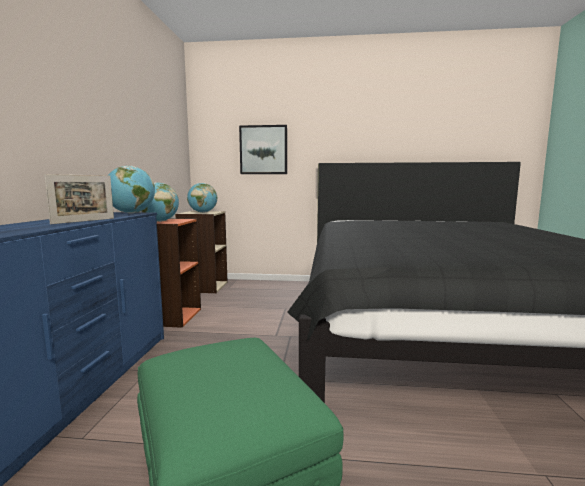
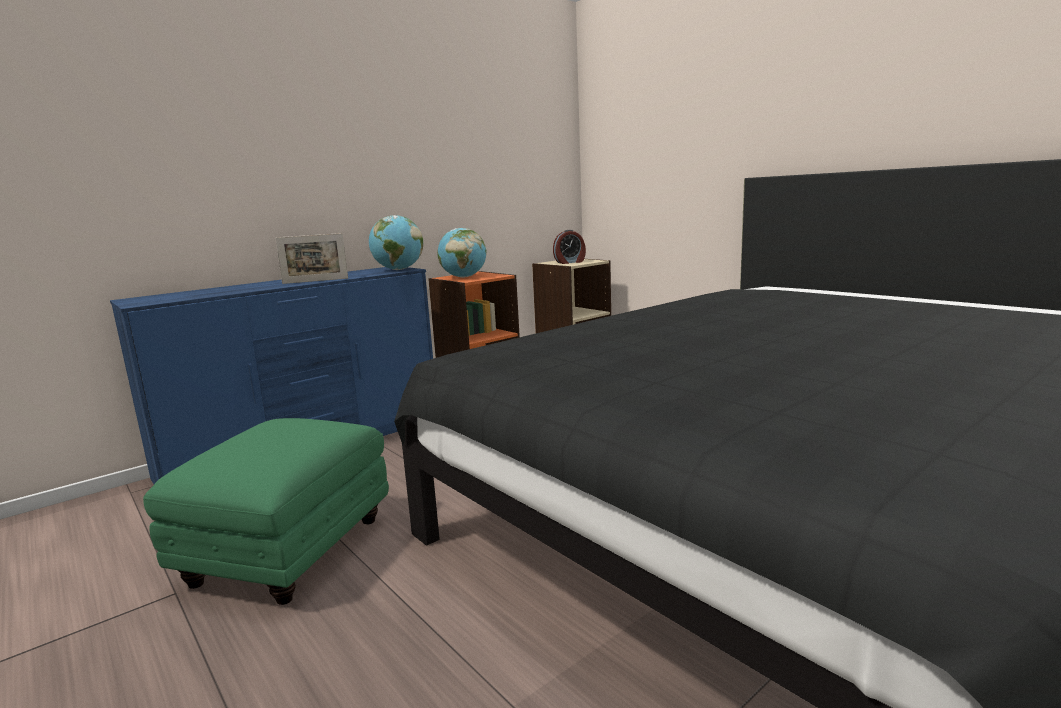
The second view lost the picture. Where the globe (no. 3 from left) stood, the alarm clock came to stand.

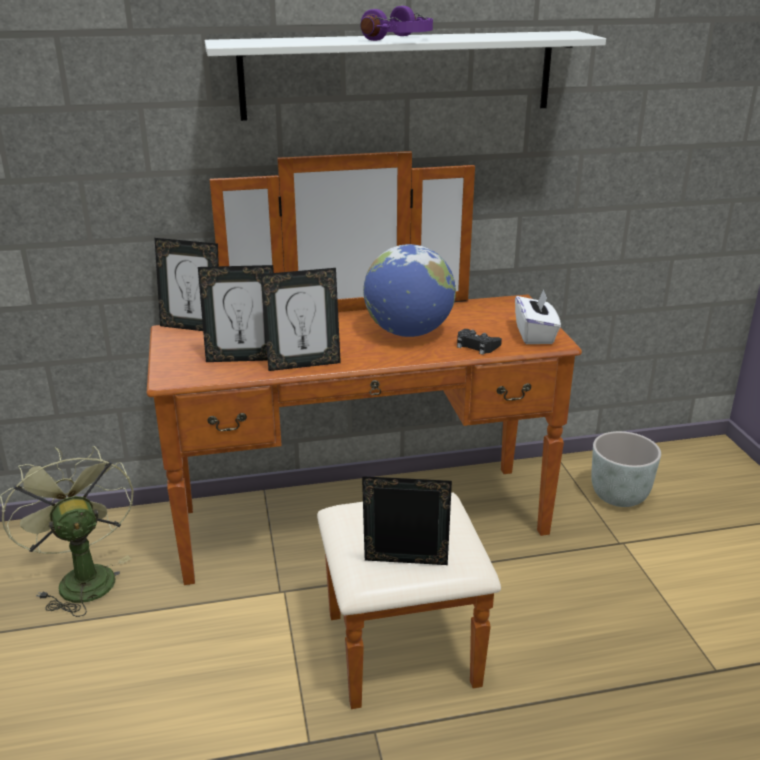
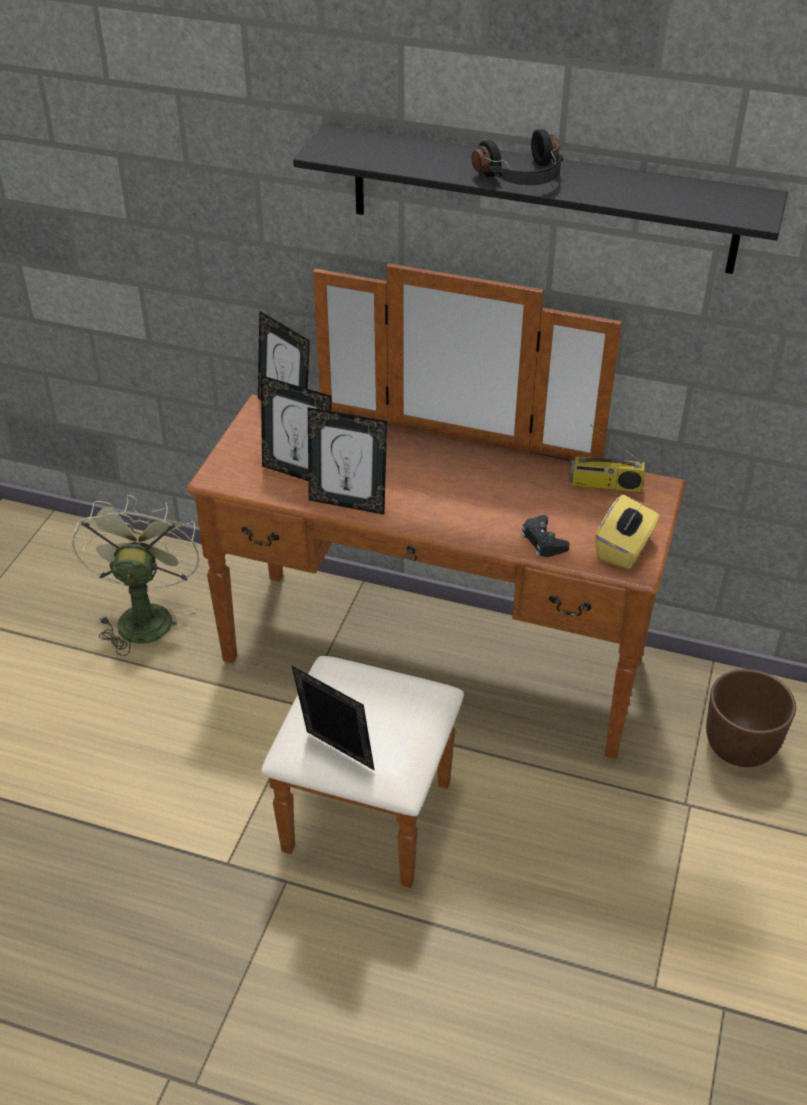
What was the purple headphones turned into the black headphones. What was the white shelf turned into the black shelf. The second view lost the globe. What was the white tissue box turned into the yellow tissue box. What was the grey planter turned into the brown planter. The second view gained the radio.

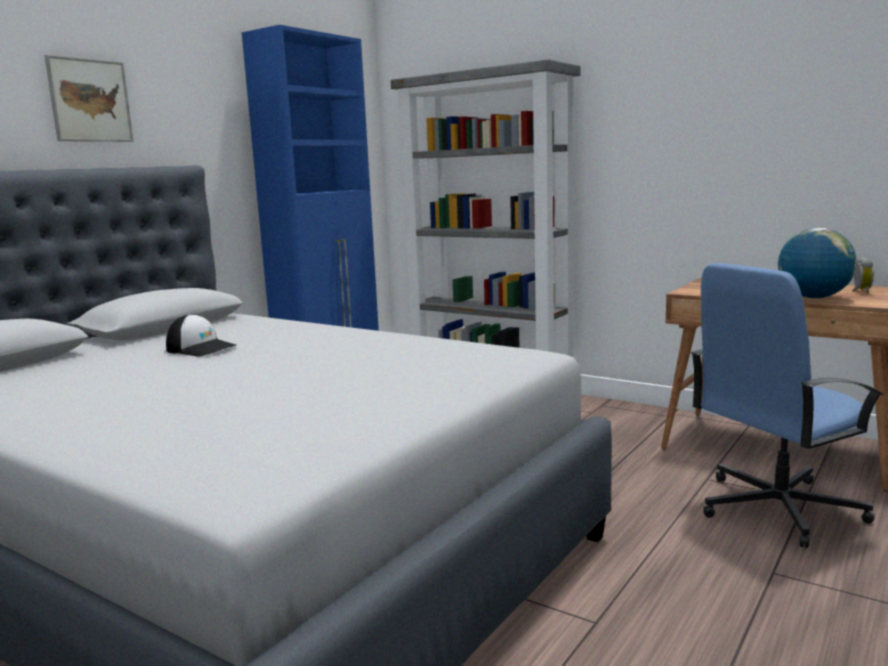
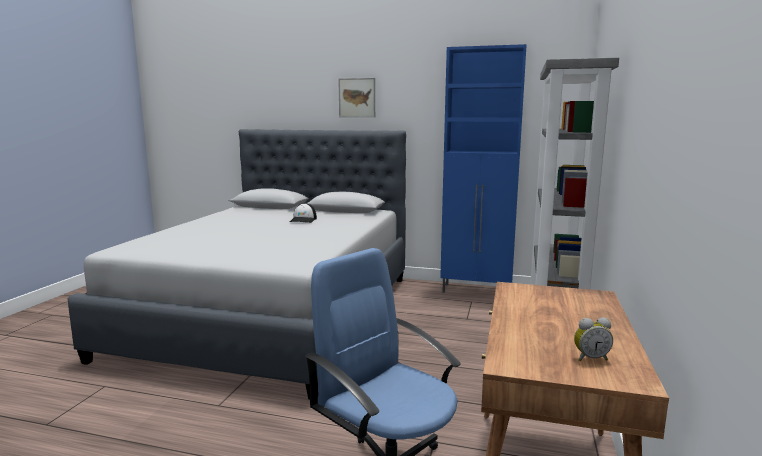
The second view lost the globe.

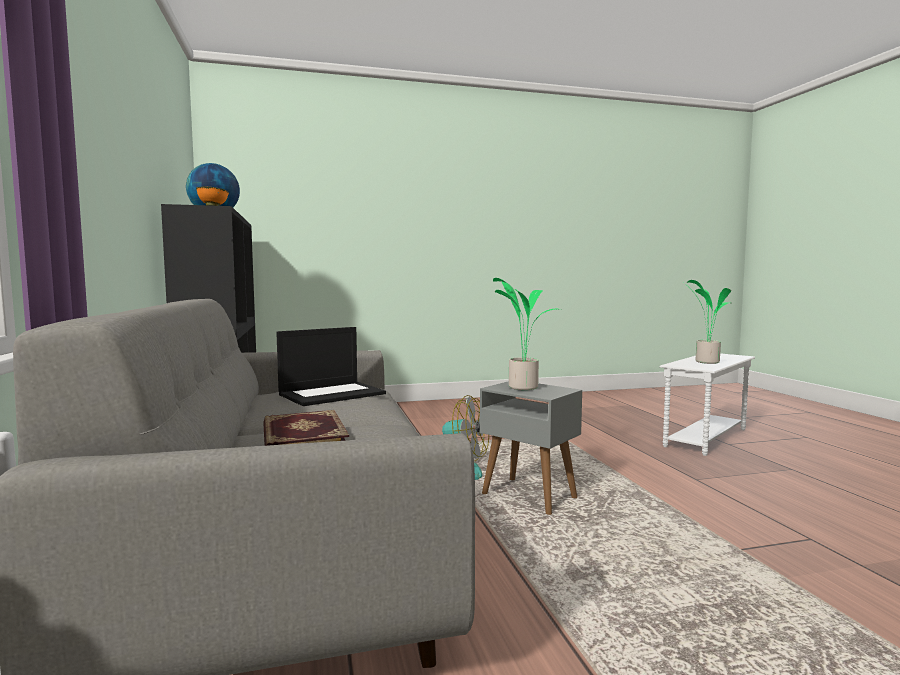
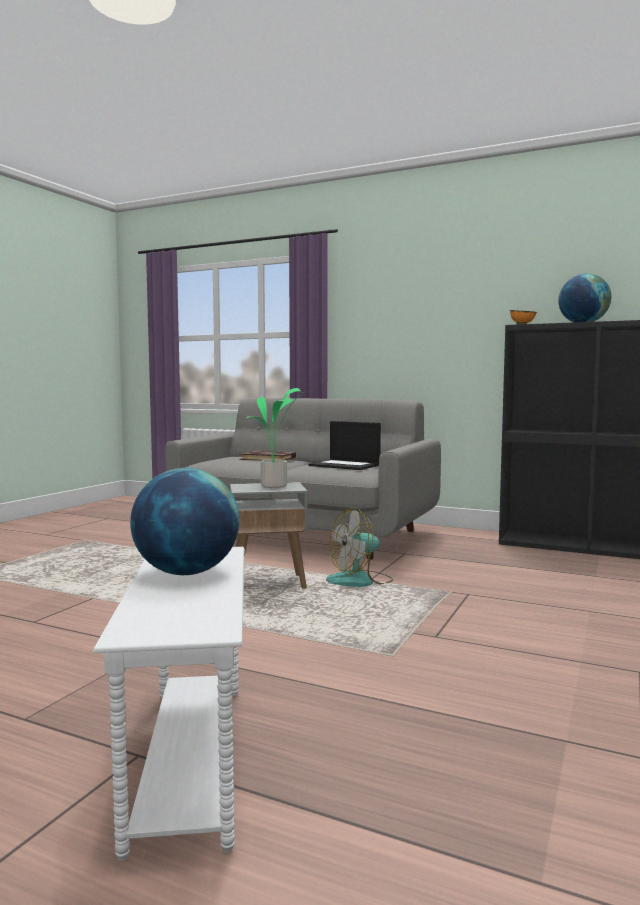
Where the potted plant (no. 2 from left) stood, the globe (no. 1 from left) came to stand. The laptop ended up facing another way, 60 degrees counterclockwise from before.

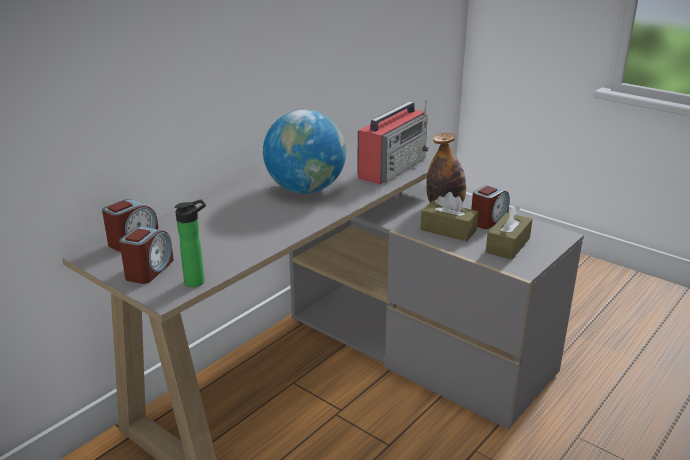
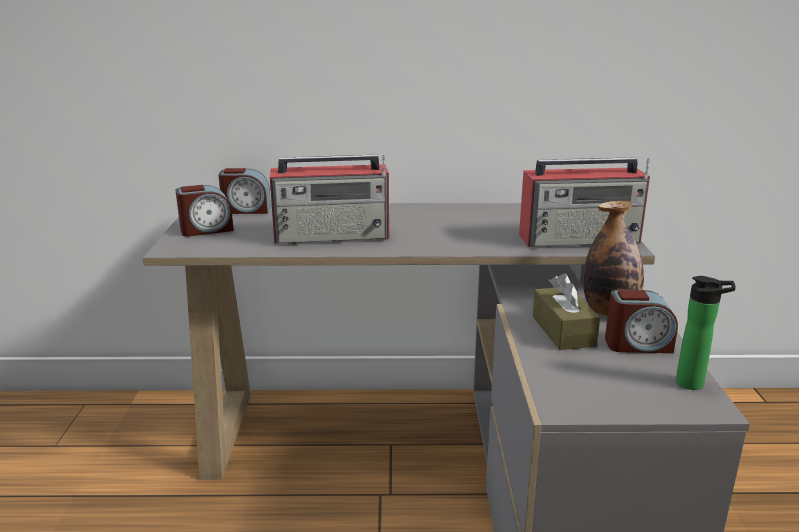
The second view lost the globe. The bottle (no. 1 from left in the first image) ended up elsewhere. The second view lost the brown tissue box (no. 2 from left). The second view gained the radio (no. 1 from left).

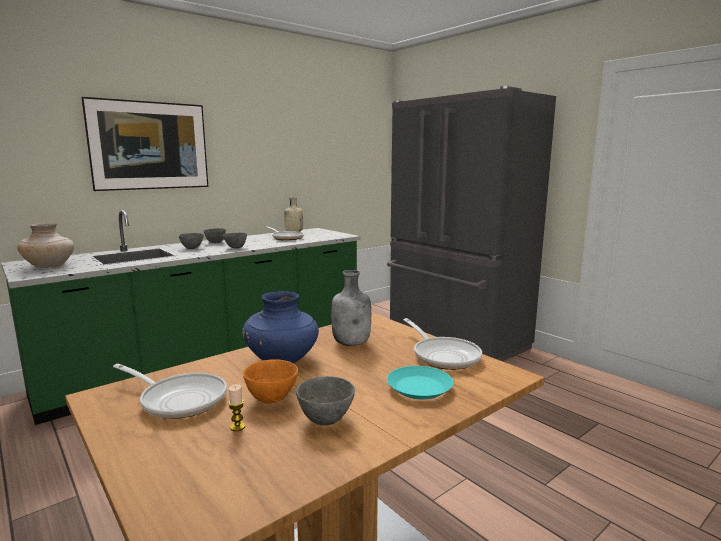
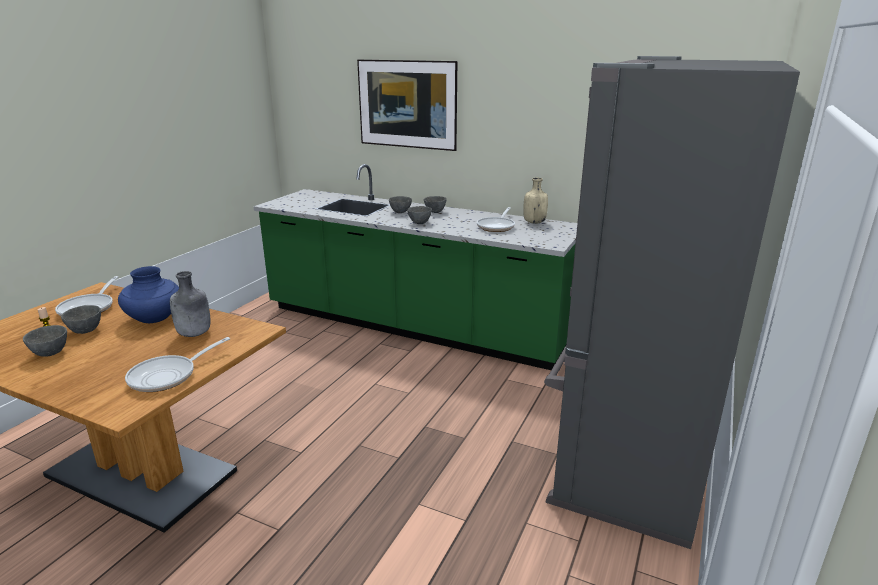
The second view lost the beige vase. What was the orange bowl turned into the grey bowl (no. 2 from left). The second view lost the turquoise plate.

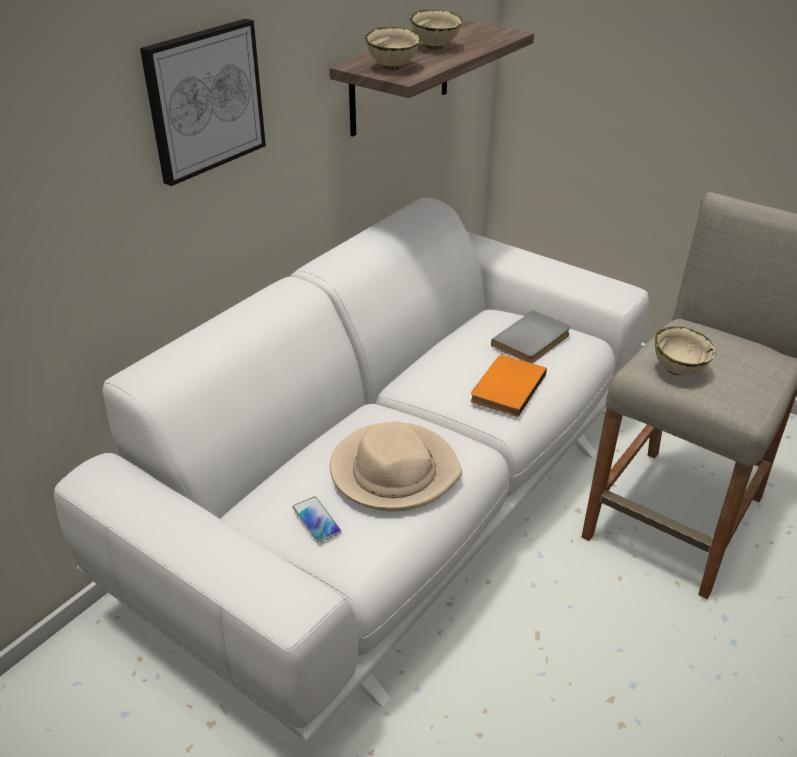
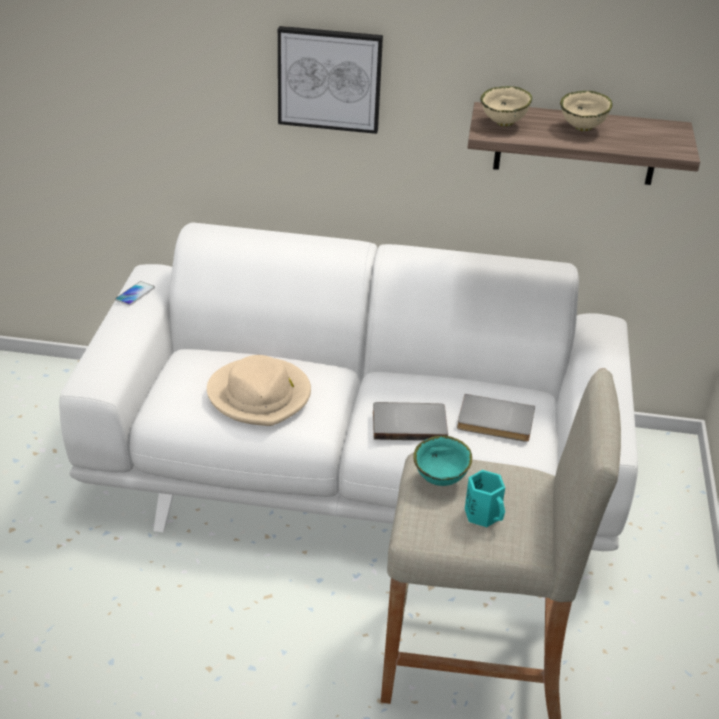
What was the beige bowl (no. 3 from left) turned into the turquoise bowl. What was the orange book turned into the grey book (no. 1 from left). The phone ended up elsewhere. The second view gained the turquoise mug.

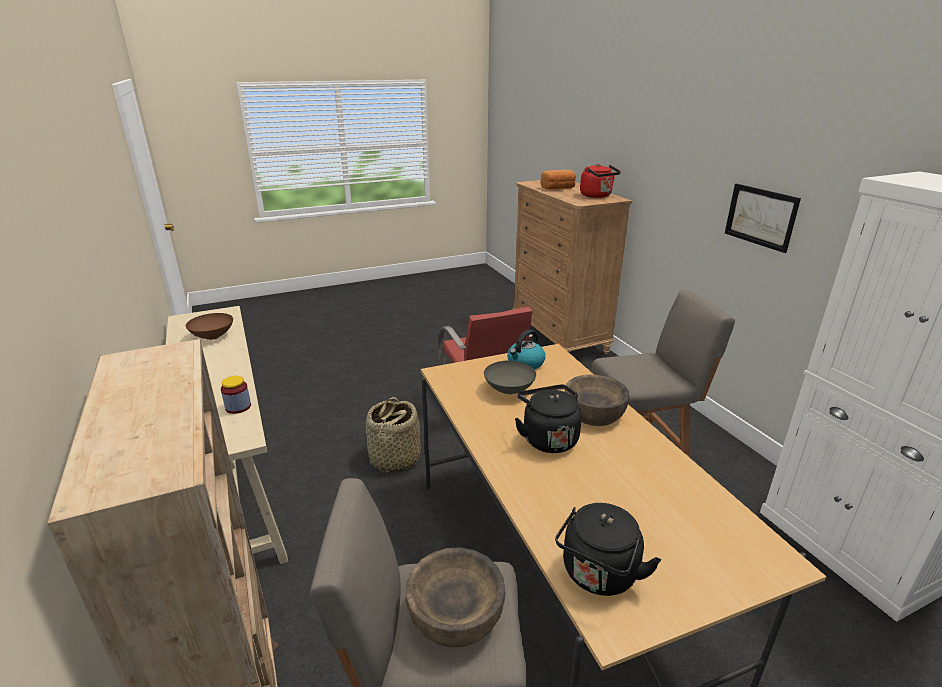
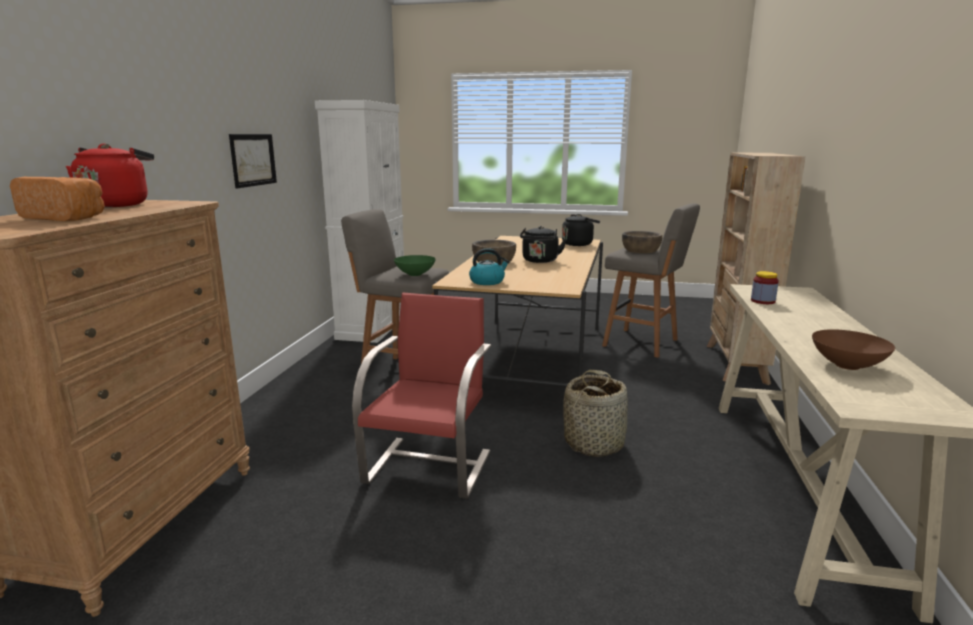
The second view lost the grey bowl. The second view gained the green bowl.

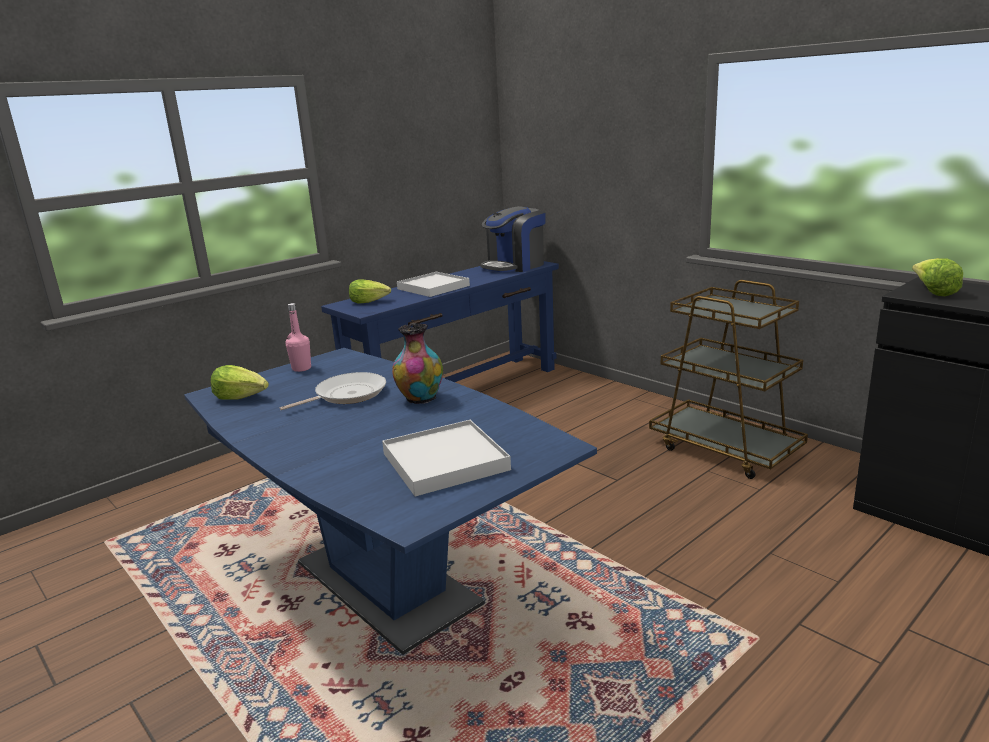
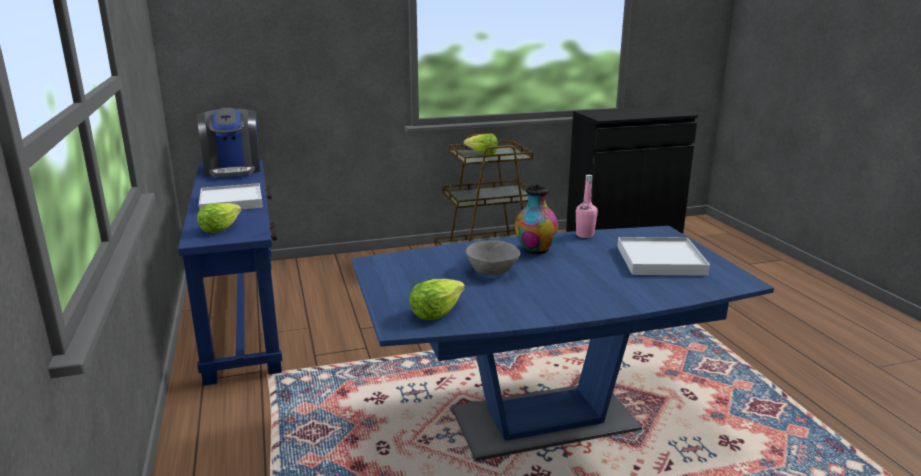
The lettuce (no. 3 from left) ended up elsewhere. The pink bottle ended up elsewhere. Where the frying pan stood, the grey bowl came to stand.

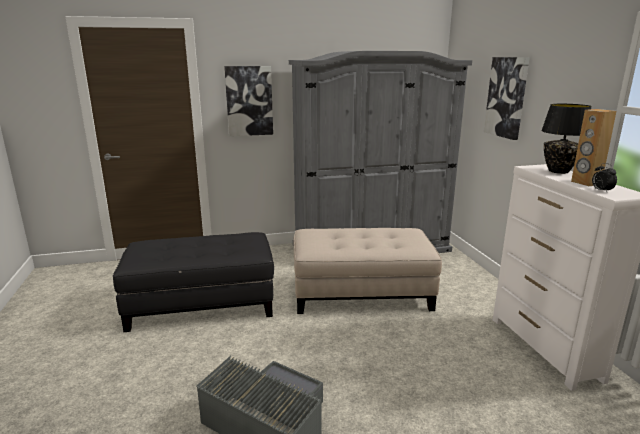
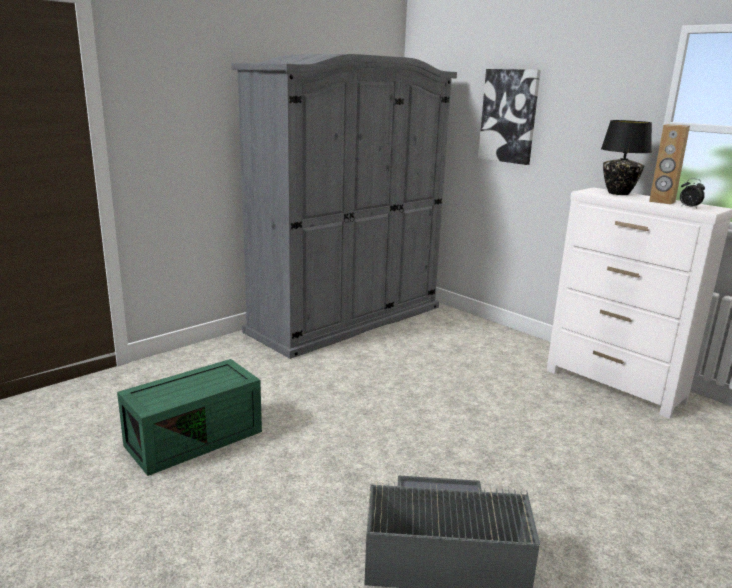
The second view lost the picture (no. 1 from left). The second view lost the beige ottoman. Where the black ottoman stood, the green storage box came to stand.

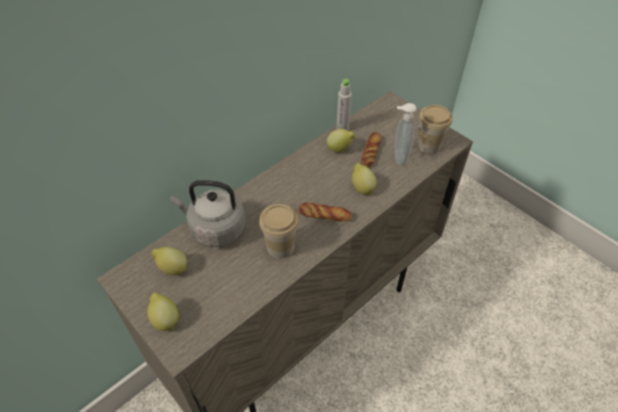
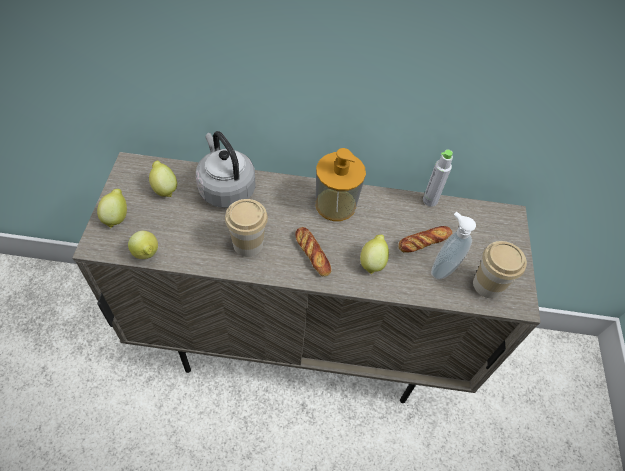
The lemon (no. 3 from left in the first image) ended up elsewhere. The second view gained the soap dispenser (no. 1 from left).

